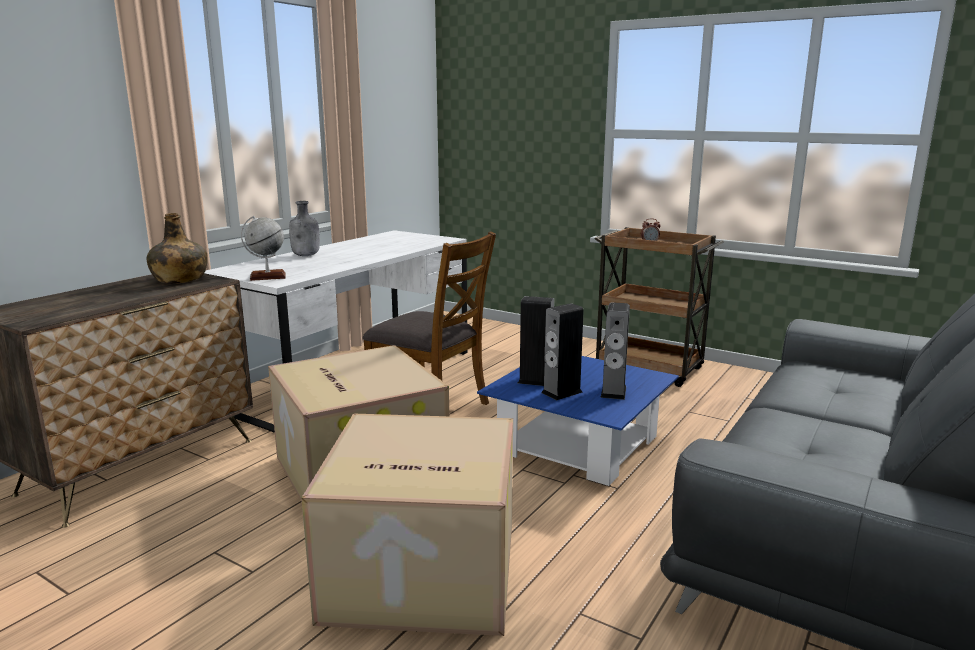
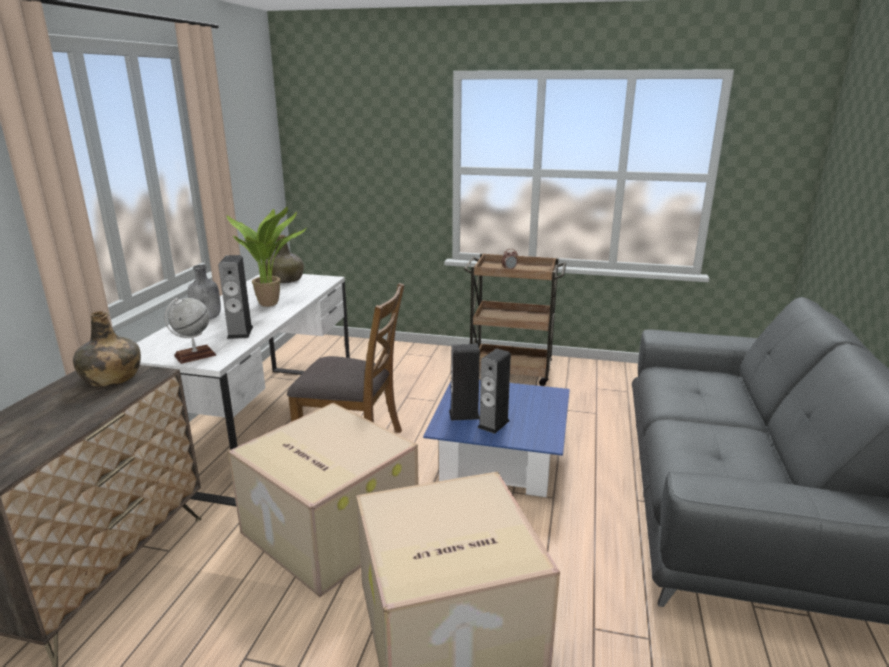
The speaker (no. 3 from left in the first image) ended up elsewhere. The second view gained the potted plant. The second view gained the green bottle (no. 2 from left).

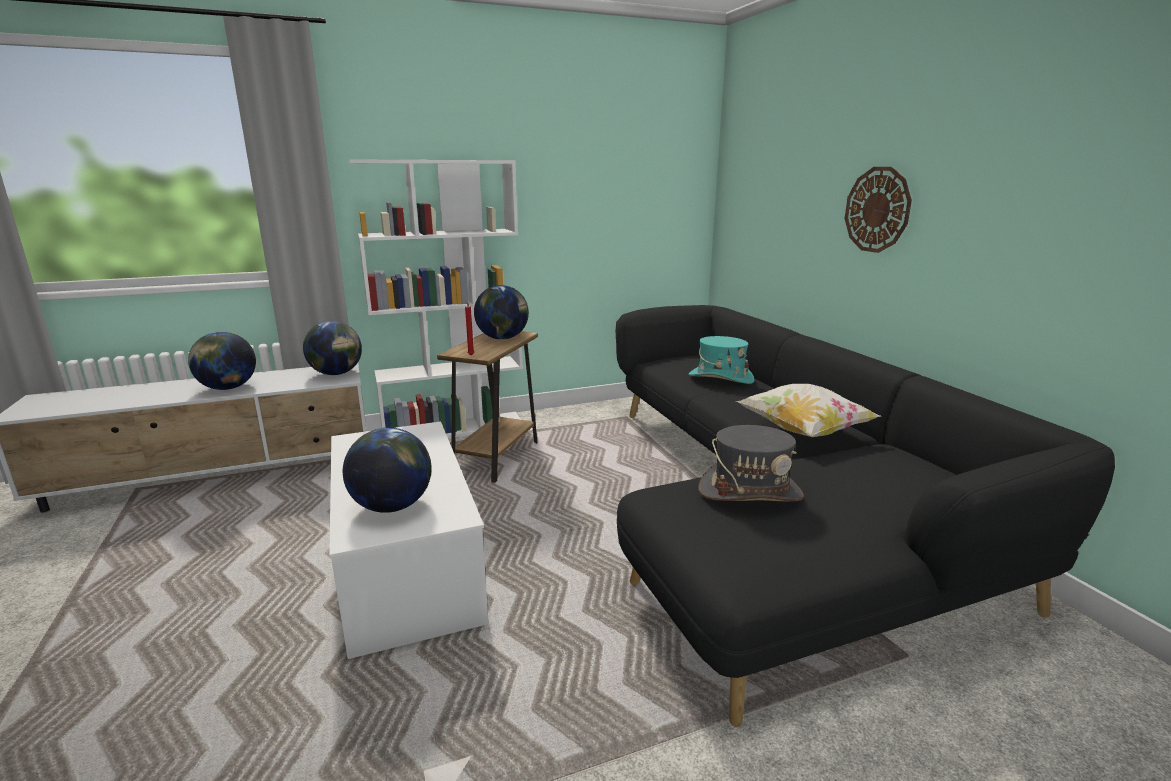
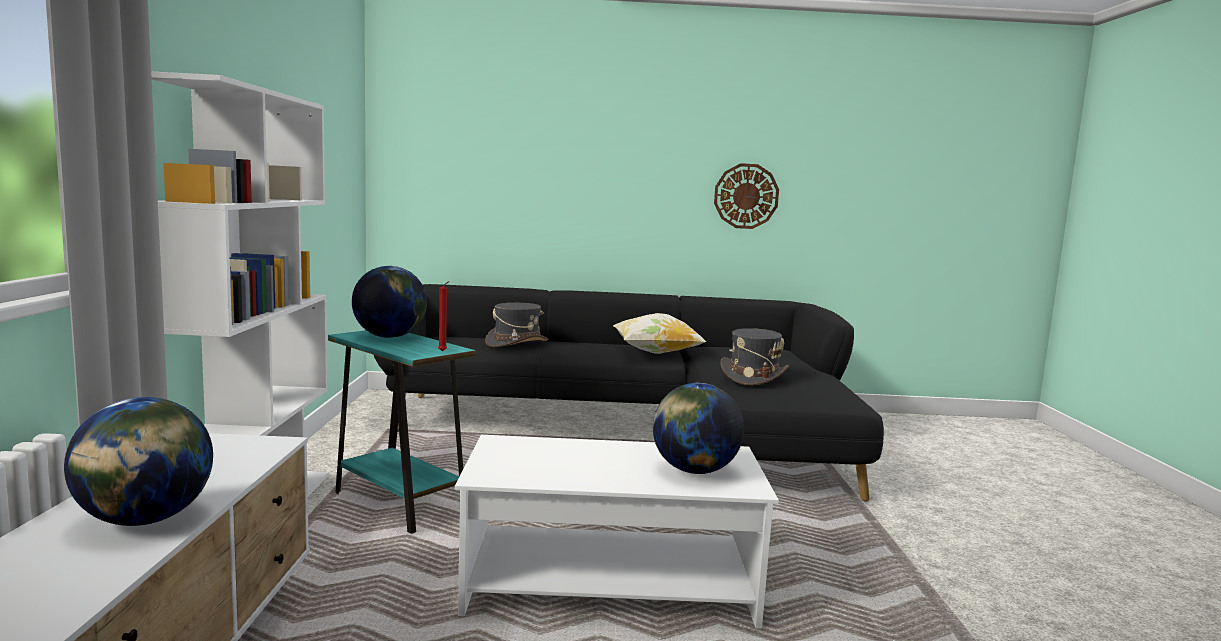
The wall clock ended up elsewhere. The second view lost the globe (no. 2 from left). What was the brown side table turned into the turquoise side table. What was the turquoise hat turned into the grey hat (no. 1 from left).

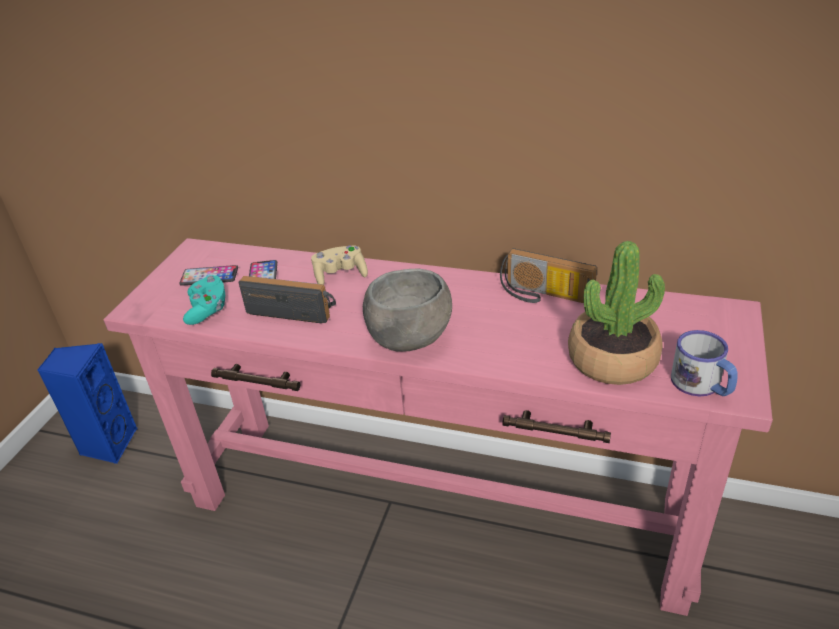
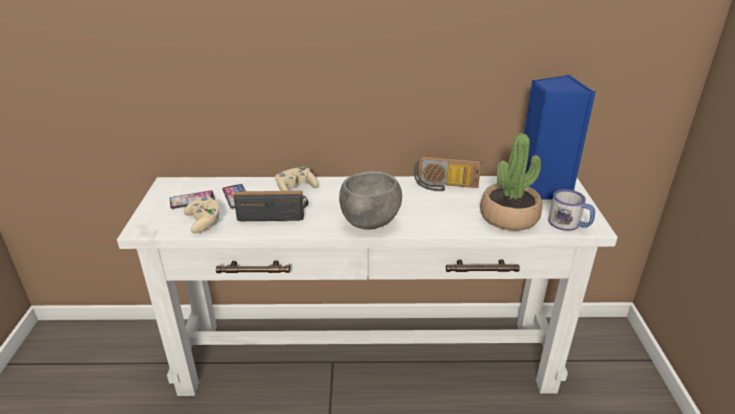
What was the pink console table turned into the white console table. What was the turquoise game controller turned into the beige game controller (no. 1 from left). The blue speaker ended up elsewhere.

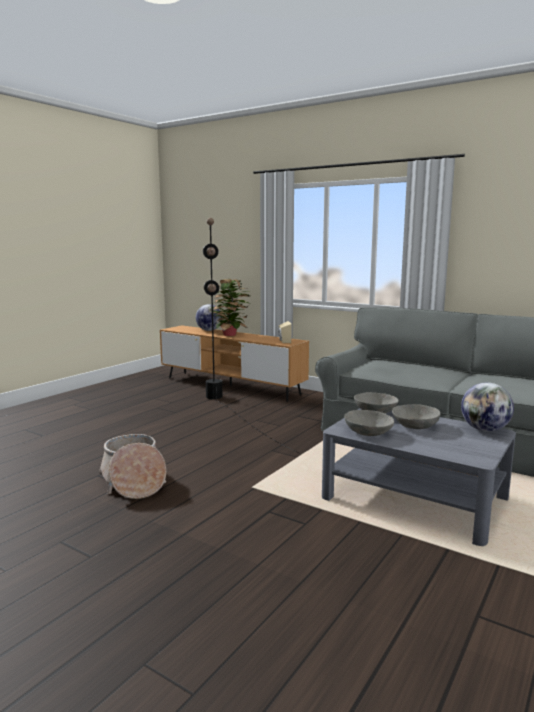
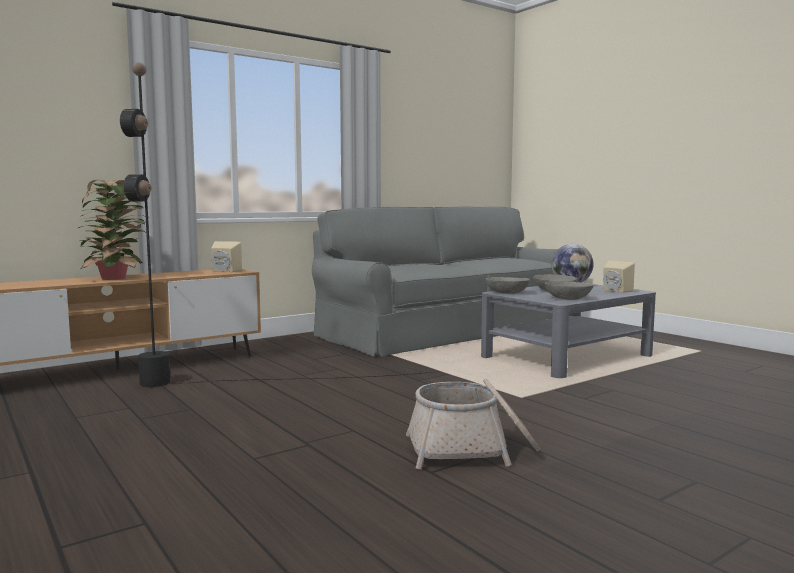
The second view lost the globe (no. 1 from left). The second view gained the beige speaker (no. 2 from left).

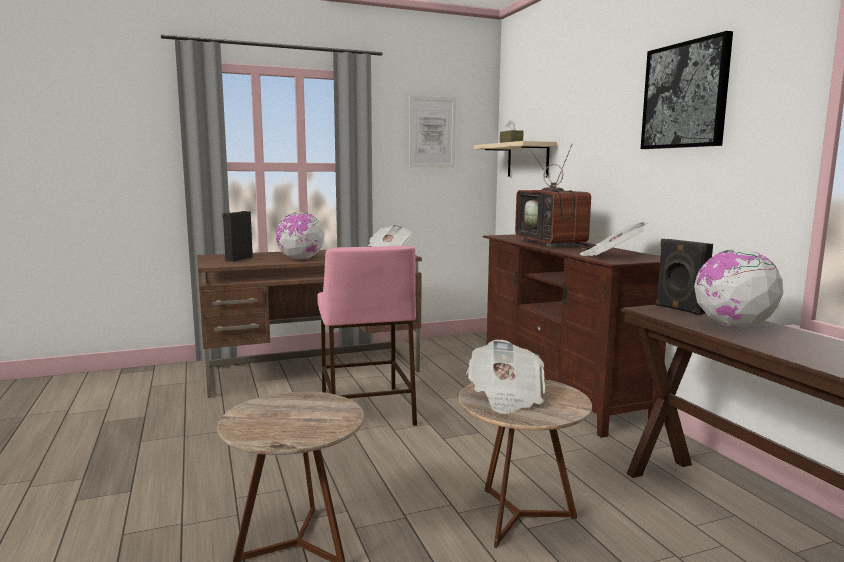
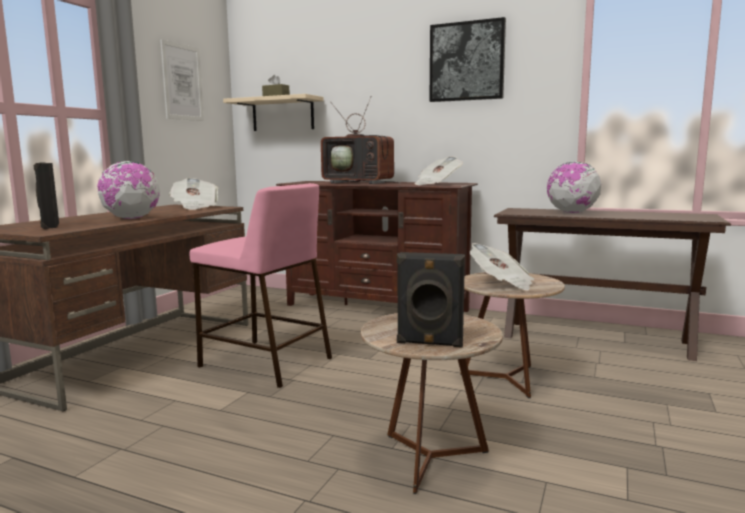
The black speaker (no. 2 from left) ended up elsewhere.

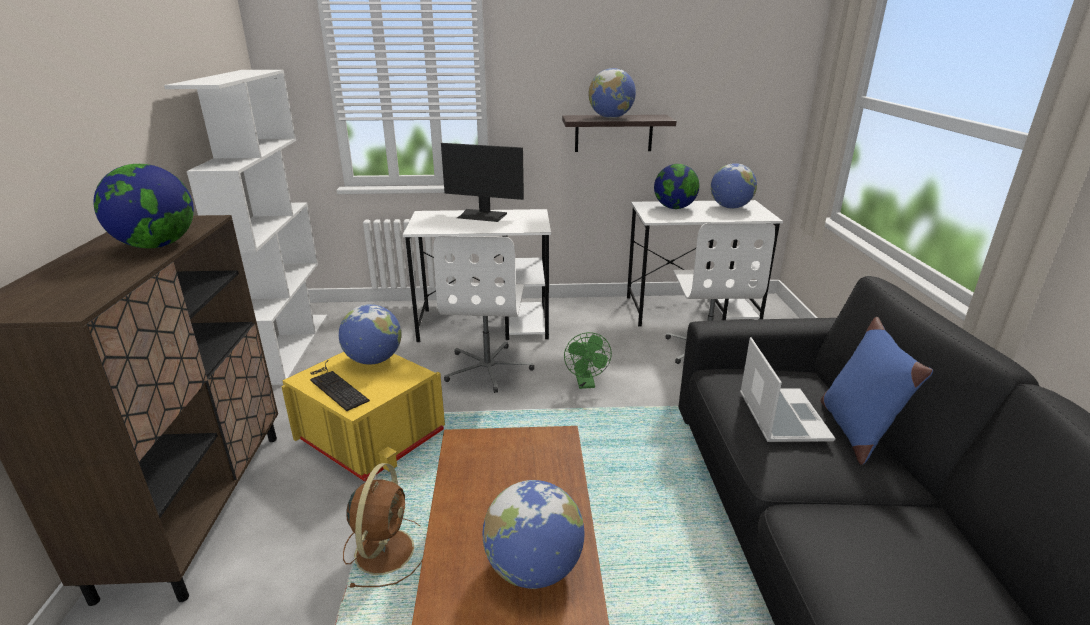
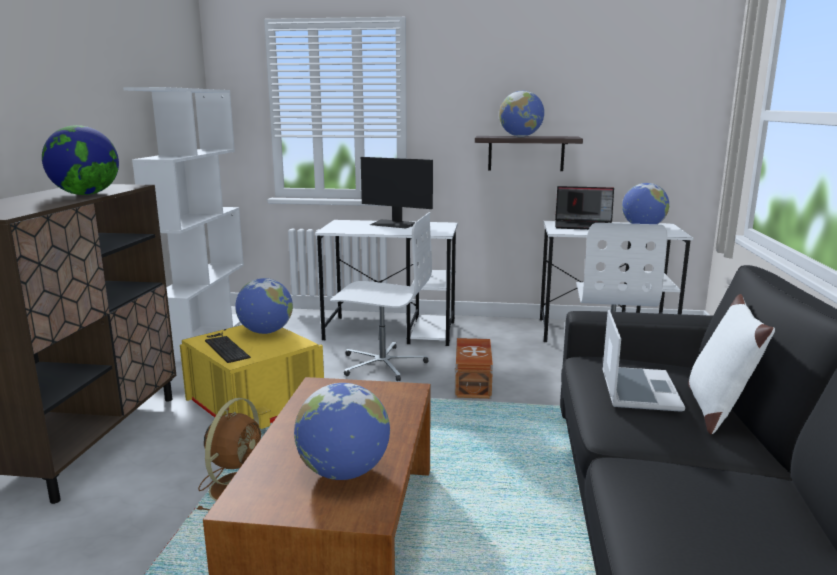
Where the globe (no. 5 from left) stood, the laptop (no. 1 from left) came to stand. The white office chair (no. 1 from left) ended up facing another way, 90 degrees counterclockwise from before. What was the blue pillow turned into the white pillow. Where the green fan stood, the brown storage box came to stand.

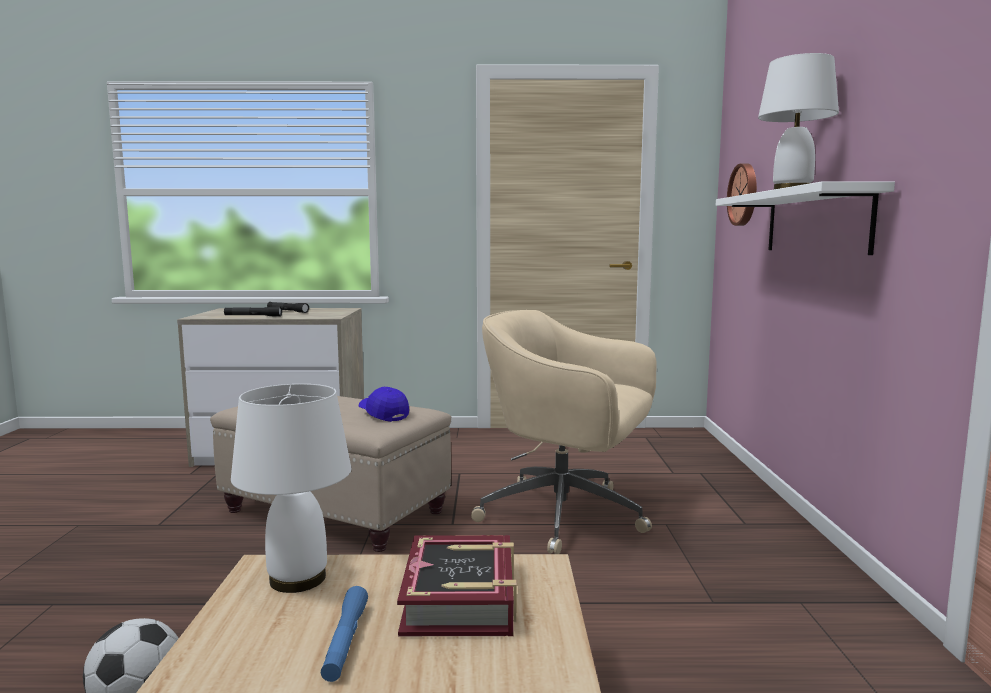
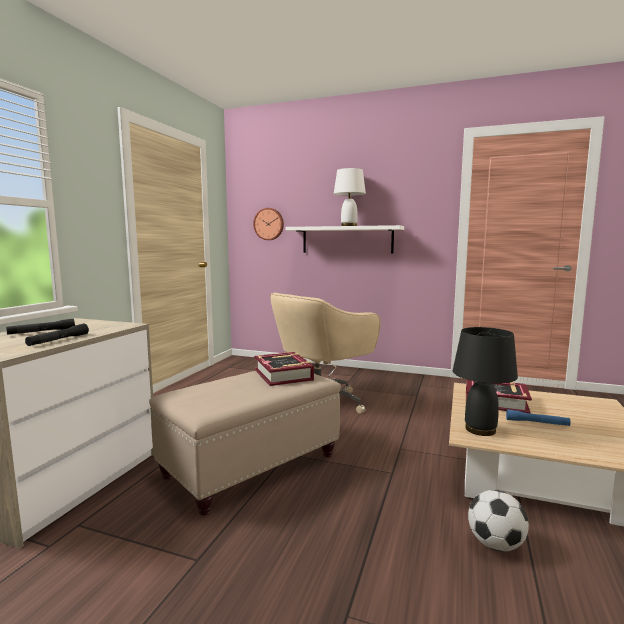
What was the white table lamp (no. 1 from left) turned into the black table lamp. Where the blue cap stood, the book (no. 1 from left) came to stand.

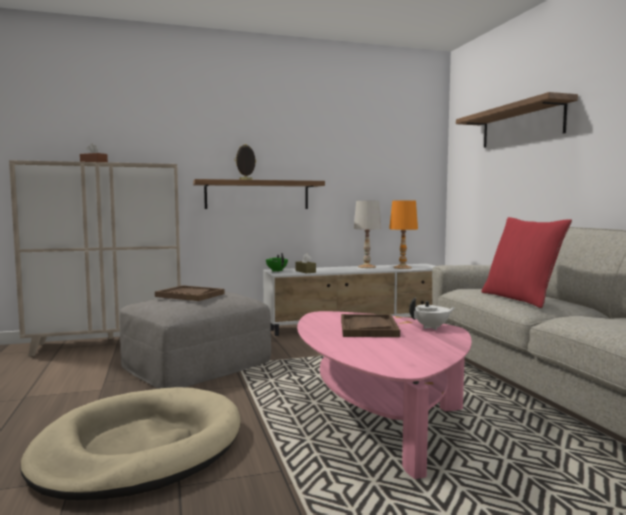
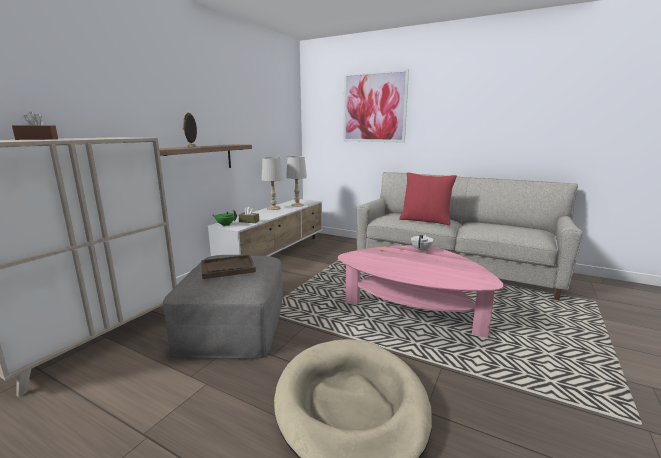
Where the shelf (no. 2 from left) hung, the picture came to hang. What was the orange table lamp turned into the white table lamp (no. 2 from left). The second view lost the brown tray (no. 2 from left).

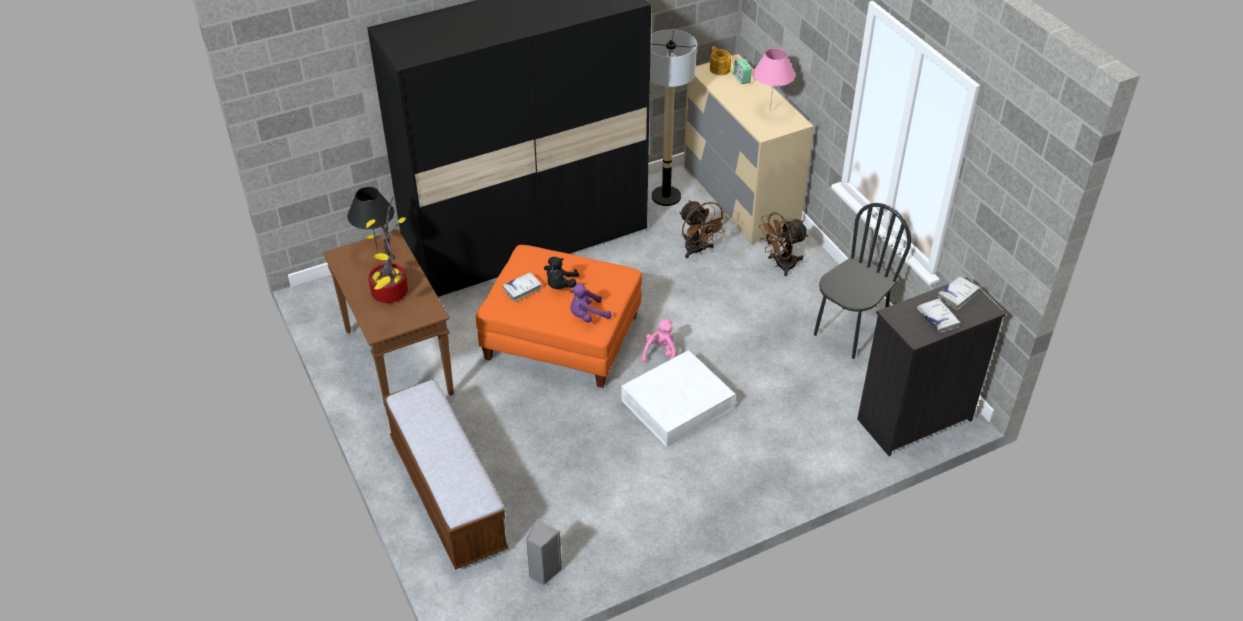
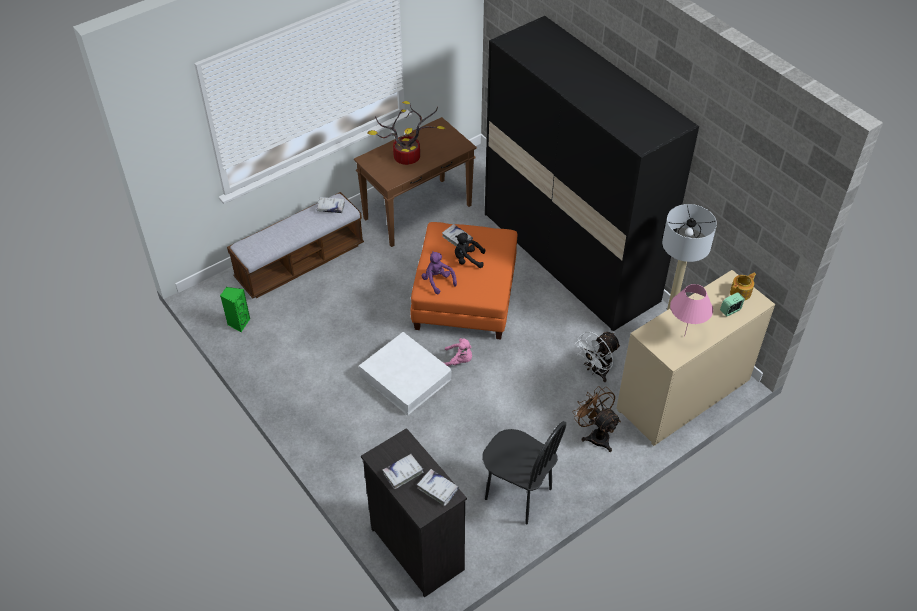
The second view lost the black table lamp. What was the brown fan (no. 1 from left) turned into the white fan. What was the grey speaker turned into the green speaker. The second view gained the white book (no. 1 from left).

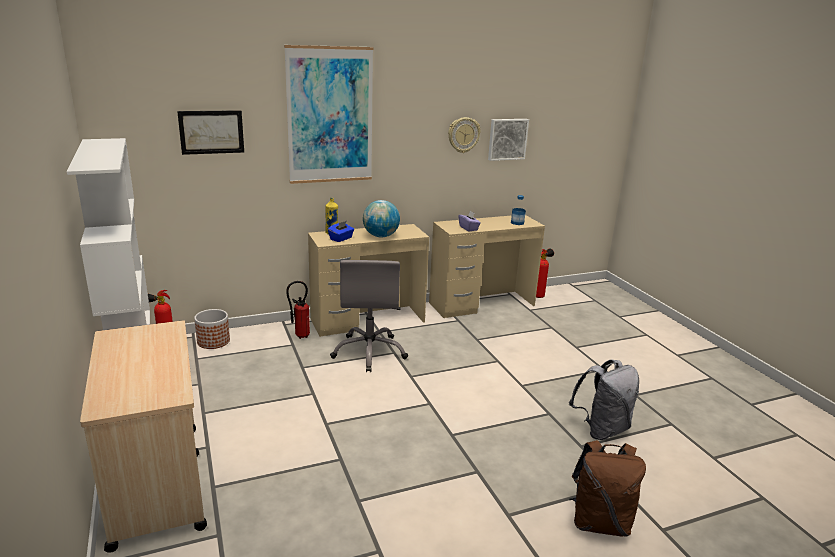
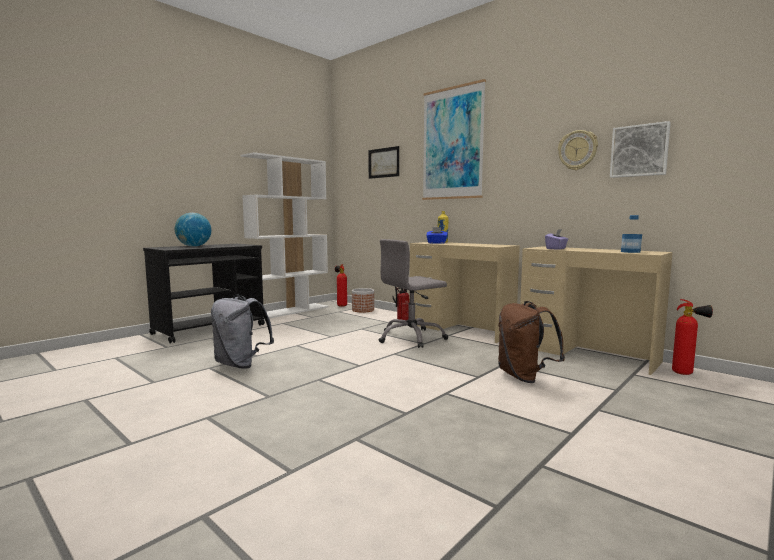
The globe ended up elsewhere. What was the beige cart turned into the black cart. The grey backpack ended up elsewhere. The brown backpack ended up elsewhere.

